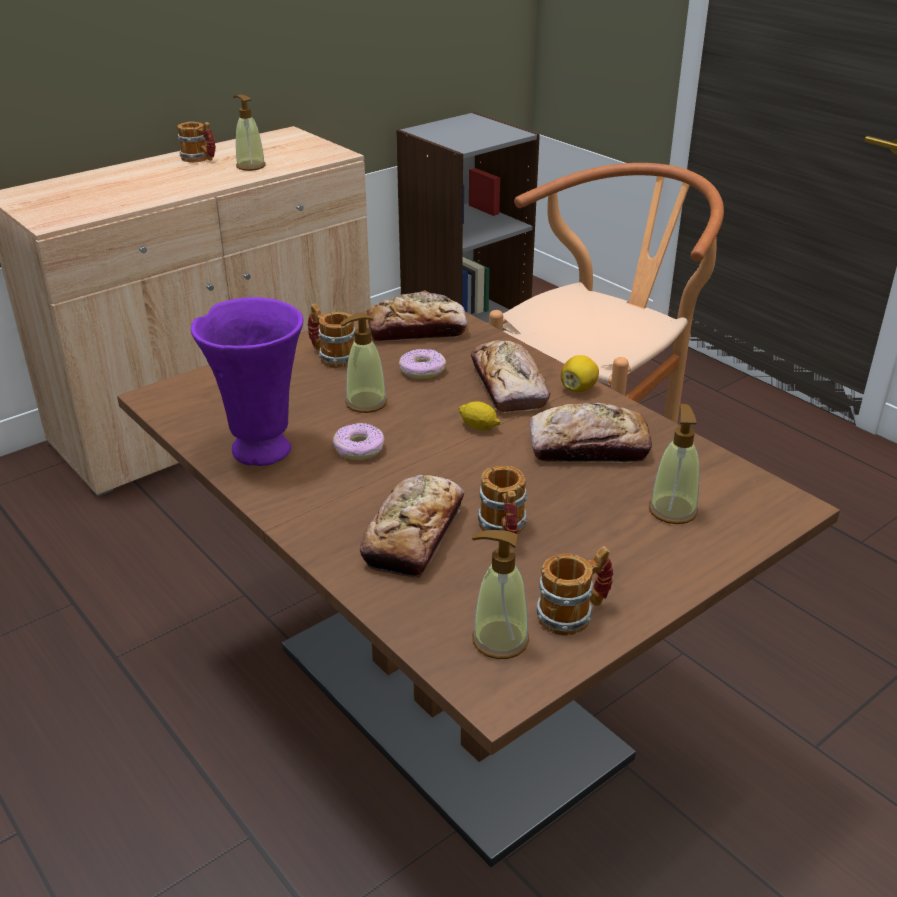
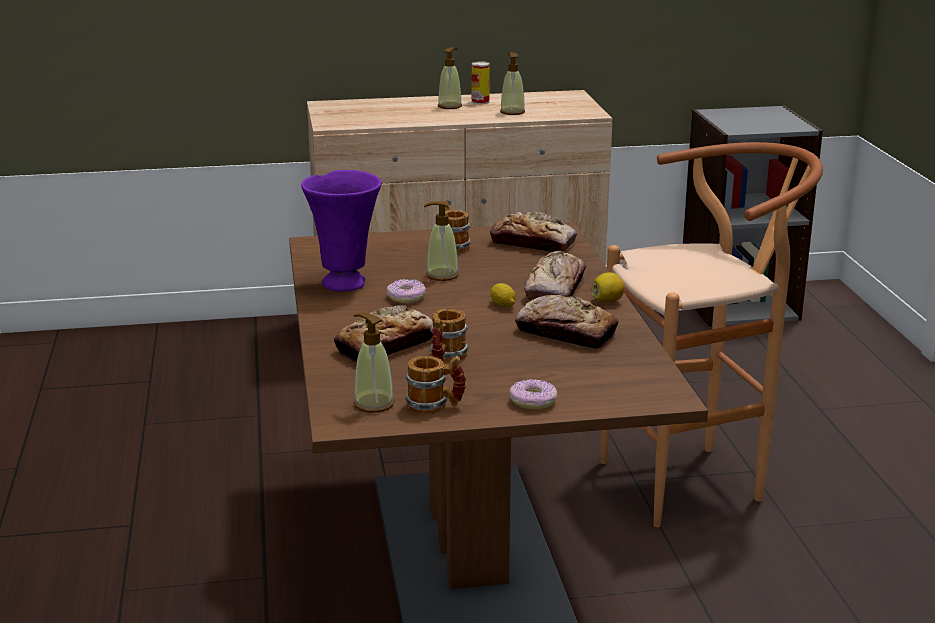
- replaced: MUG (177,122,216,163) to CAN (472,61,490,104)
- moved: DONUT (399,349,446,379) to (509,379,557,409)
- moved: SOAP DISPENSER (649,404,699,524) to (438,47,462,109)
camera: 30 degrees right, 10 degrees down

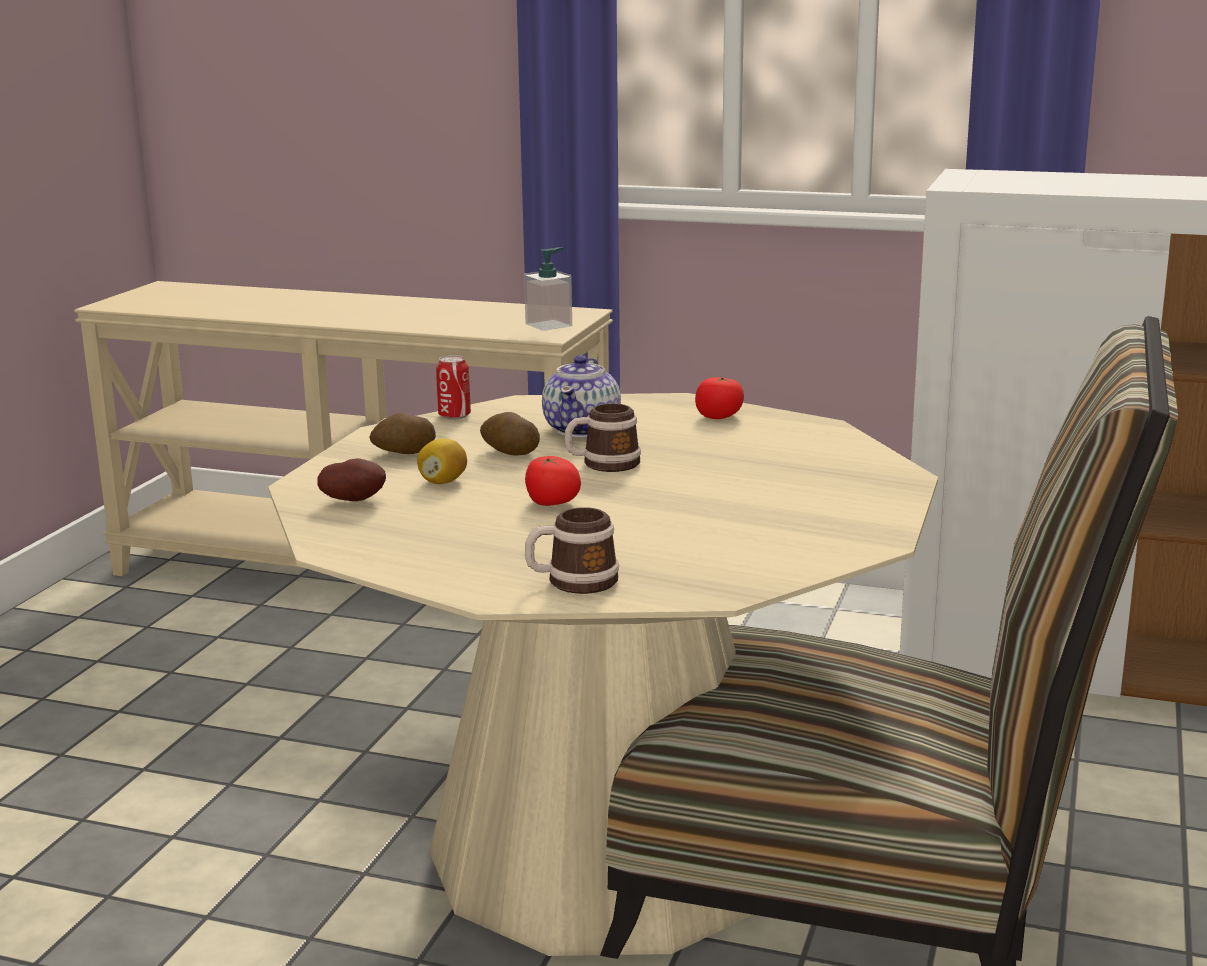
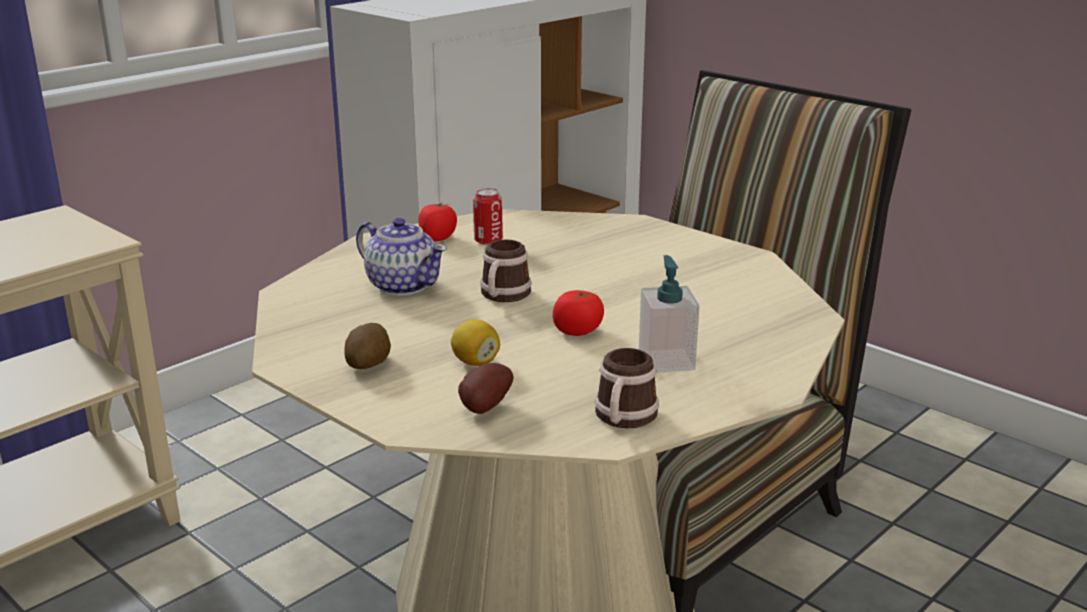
- moved: CAN (436,355,471,420) to (473,188,503,245)
- removed: POTATO (480,412,540,456)
- moved: SOAP DISPENSER (524,247,572,331) to (639,255,699,373)
- moved: MUG (525,507,619,594) to (595,348,659,428)
camera: 65 degrees left, 5 degrees up

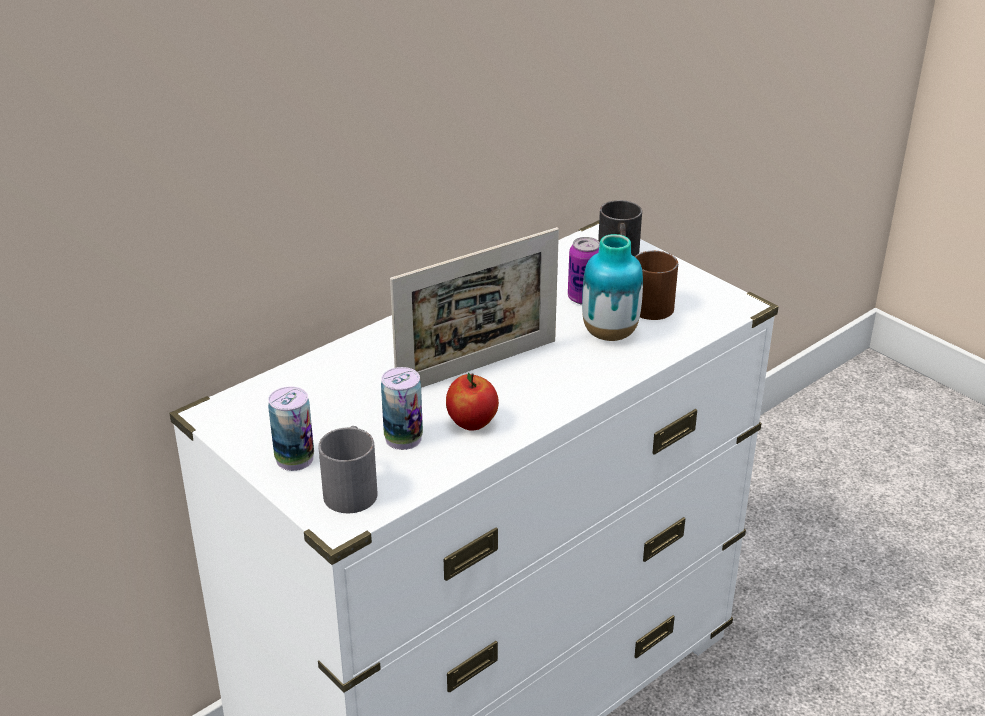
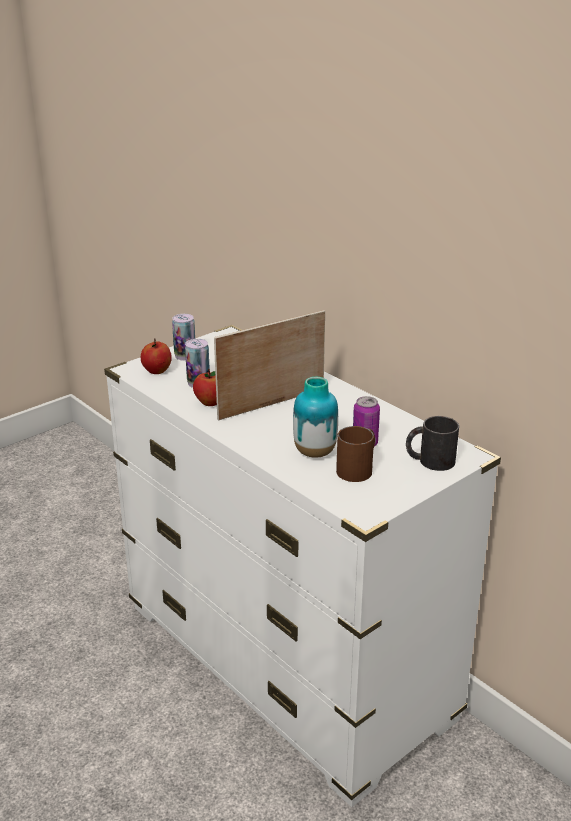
- replaced: GREY MUG (318,426,378,513) to APPLE (141,338,172,374)
- turned: PICTURE FRAME (390,227,559,388) = (214,310,325,421) 90 degrees clockwise
camera: 90 degrees right, 5 degrees down

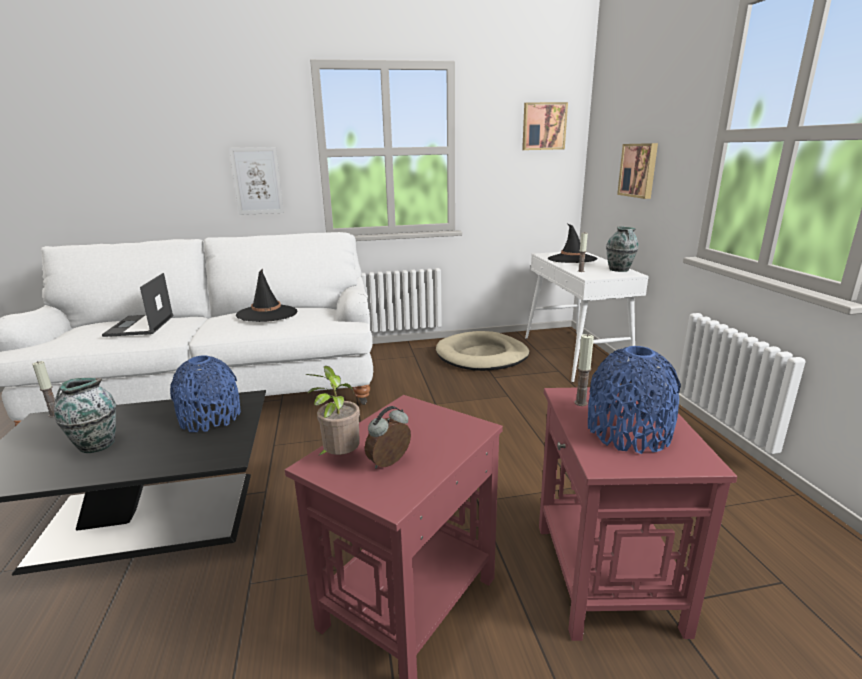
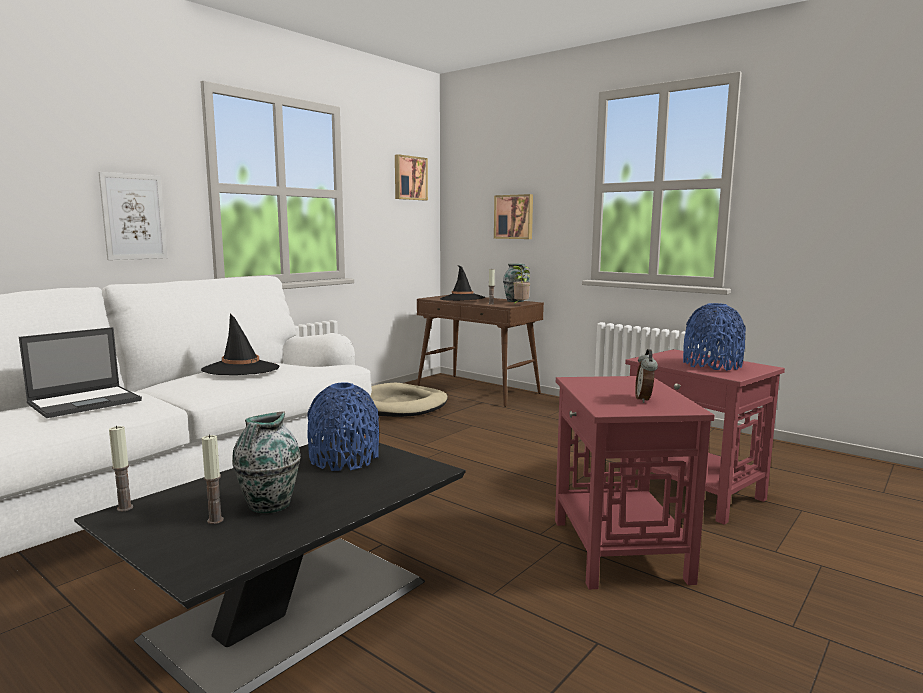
- turned: LAPTOP (102,273,174,337) = (19,327,142,418) 90 degrees counterclockwise
- moved: POTTED PLANT (305,366,360,457) to (512,266,530,305)
- recoloured: WHITE CONSOLE TABLE (525,252,649,382) to BROWN CONSOLE TABLE (417,295,544,407)
- moved: CANDLE (575,334,594,406) to (202,434,224,524)
camera: 40 degrees left, 10 degrees down

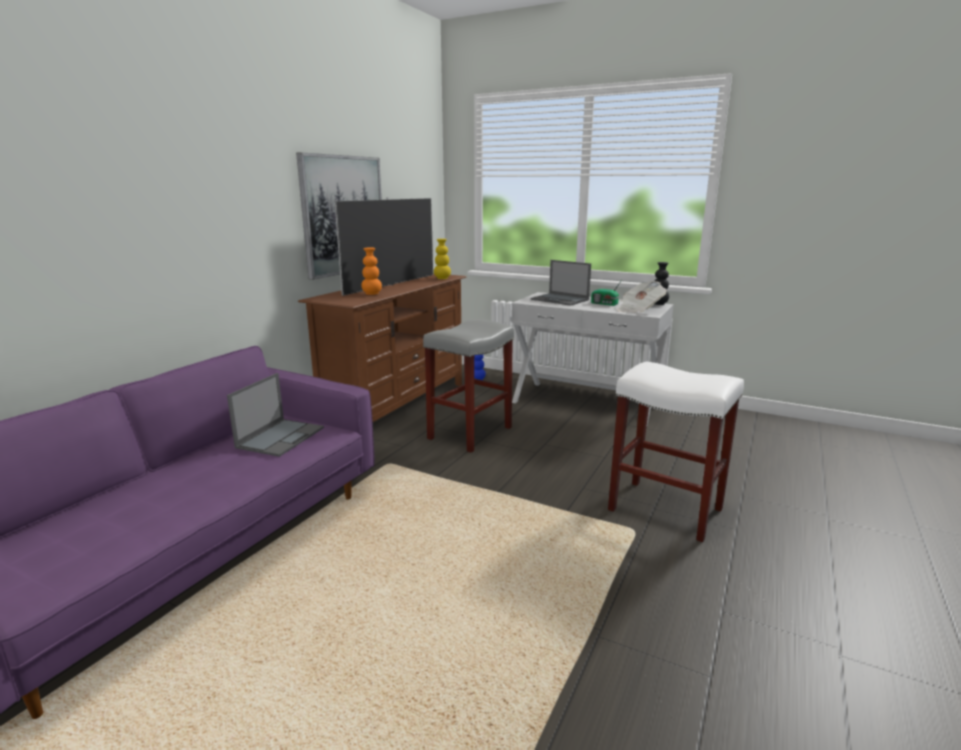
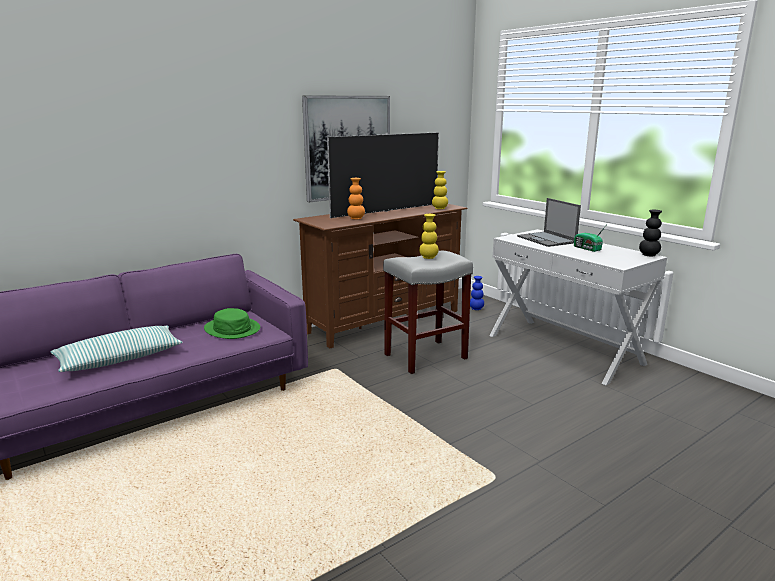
- replaced: LAPTOP (227,373,324,457) to GREEN HAT (204,308,260,339)
- removed: WHITE STOOL (608,362,744,542)
- removed: NEWSPAPER (617,281,667,313)
- added: PILLOW (51,326,183,372)
- added: YELLOW VASE (419,214,439,259)
camera: 25 degrees right, 0 degrees up

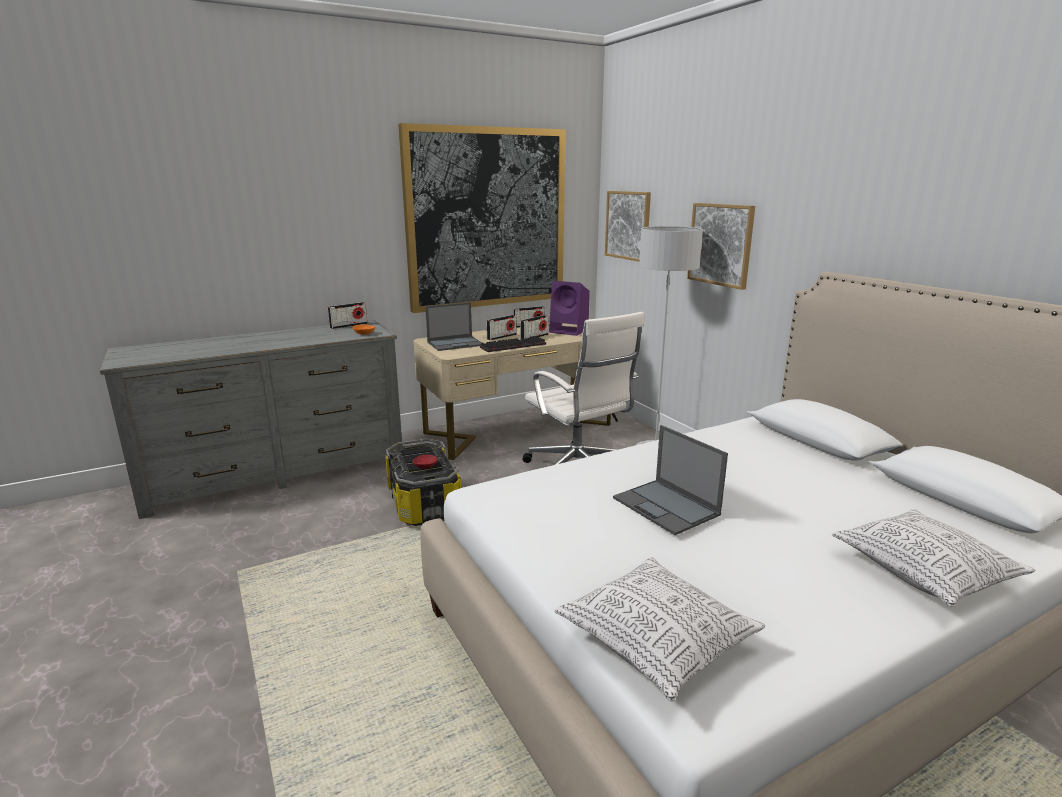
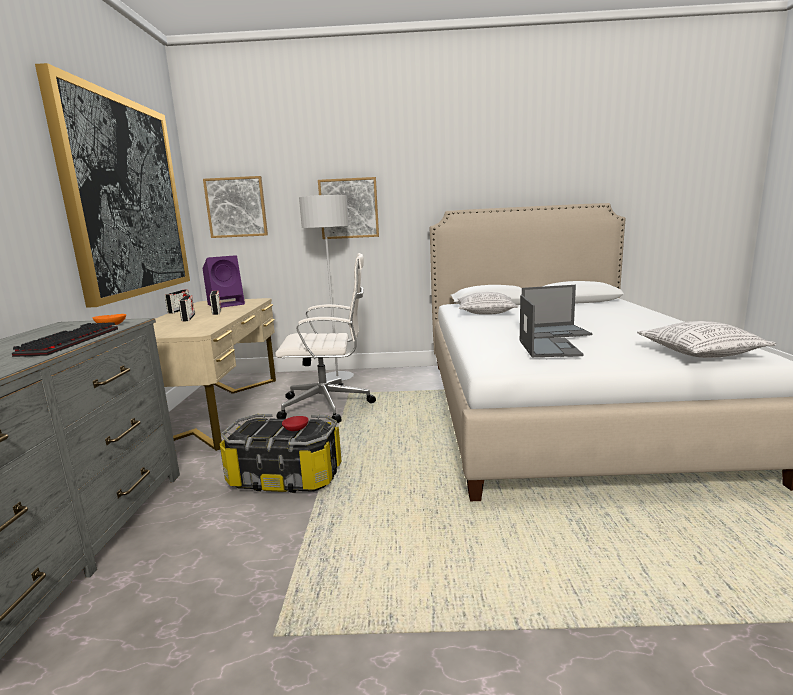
- removed: RADIO (328,302,367,329)
- moved: LAPTOP (425,302,482,351) to (520,295,583,357)
- moved: KEYBOARD (480,336,546,352) to (12,322,118,357)
- moved: PILLOW (832,509,1035,607) to (458,292,518,315)
camera: 60 degrees left, 5 degrees down

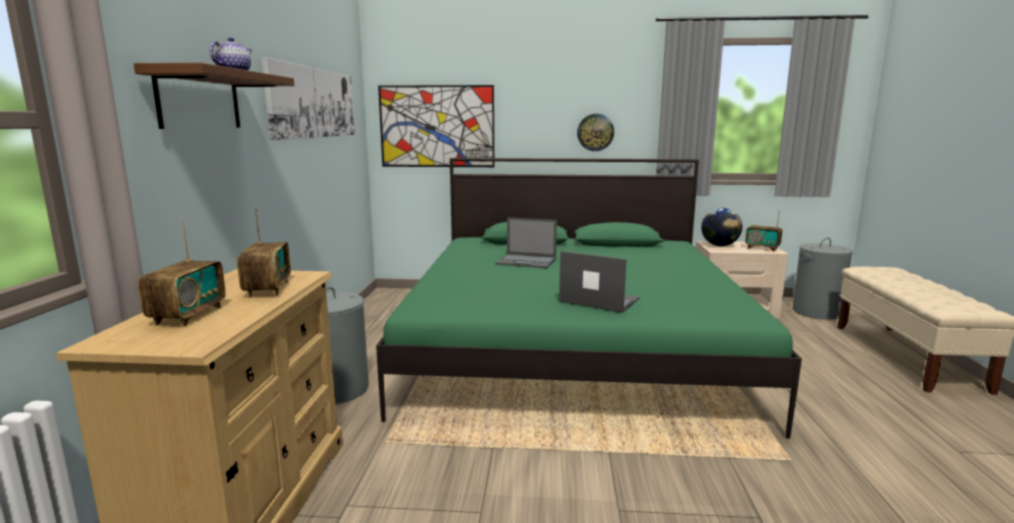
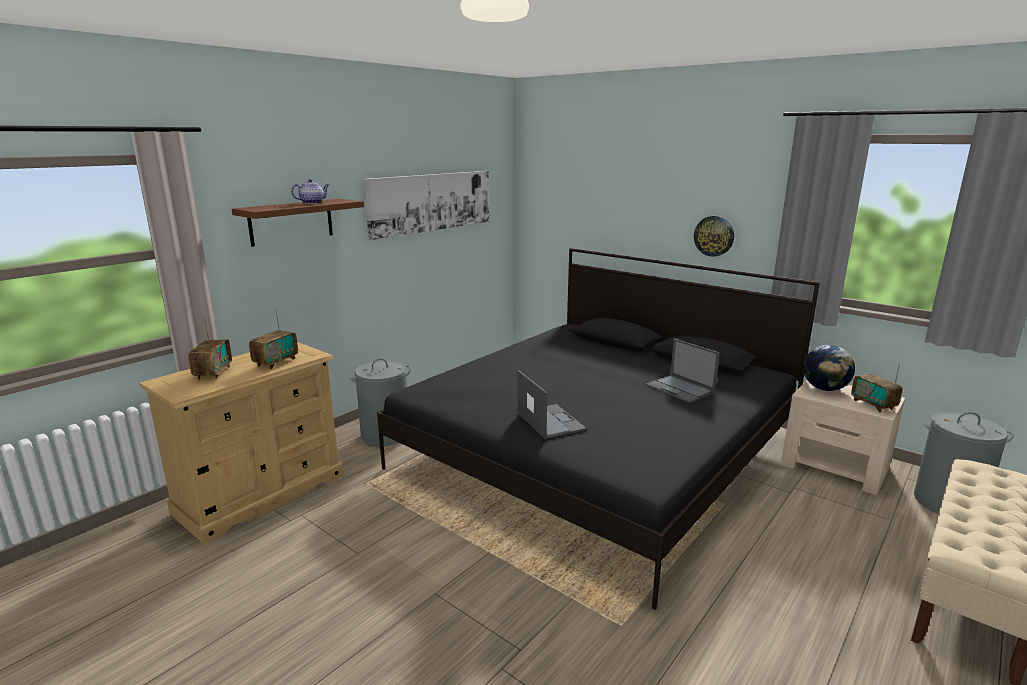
- turned: RADIO (138,222,226,327) = (188,317,232,380) 45 degrees counterclockwise
- recoloured: GREEN BED (376,158,802,439) to BLACK BED (377,248,820,610)
- removed: PICTURE (378,85,494,167)
- moved: LAPTOP (496,217,557,268) to (646,338,720,403)
camera: 35 degrees right, 5 degrees up

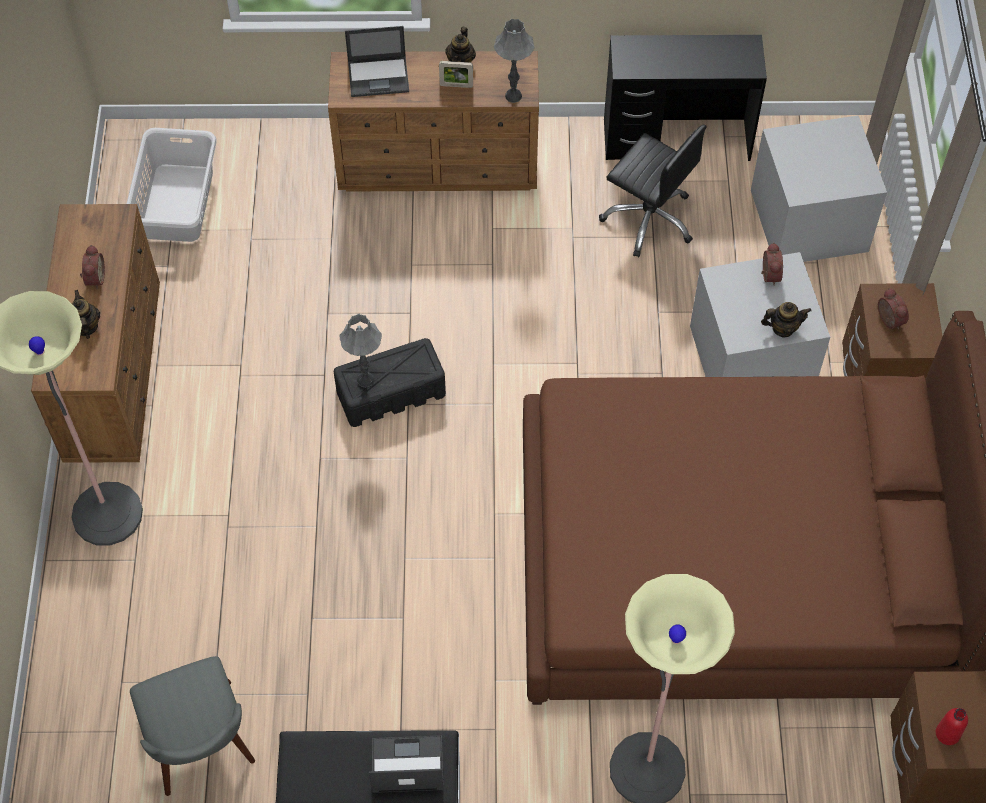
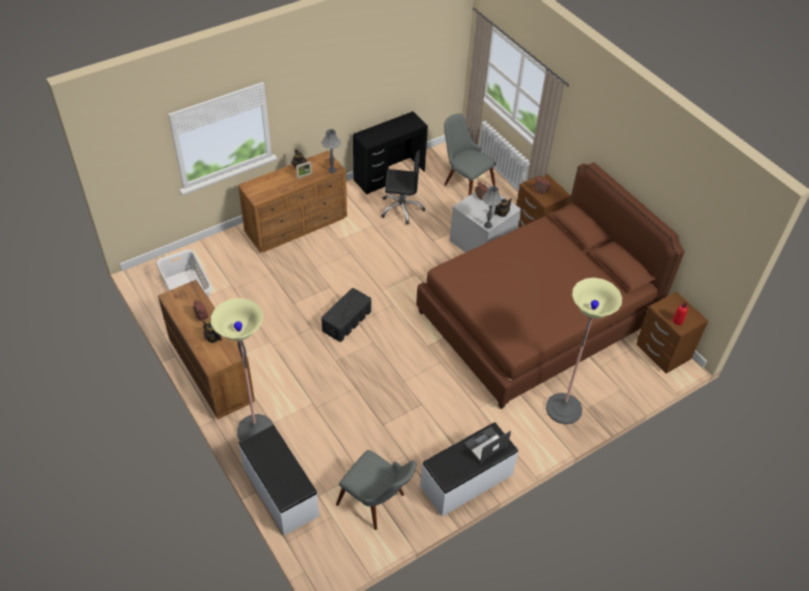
- moved: GREY TABLE LAMP (339,314,382,387) to (482,185,502,229)
- removed: LAPTOP (345,26,409,97)
- replaced: GREY STORAGE BOX (751,116,887,262) to GREY CHAIR (444,113,496,195)
- added: WHITE BENCH (238,425,319,536)
camera: 35 degrees left, 10 degrees down

